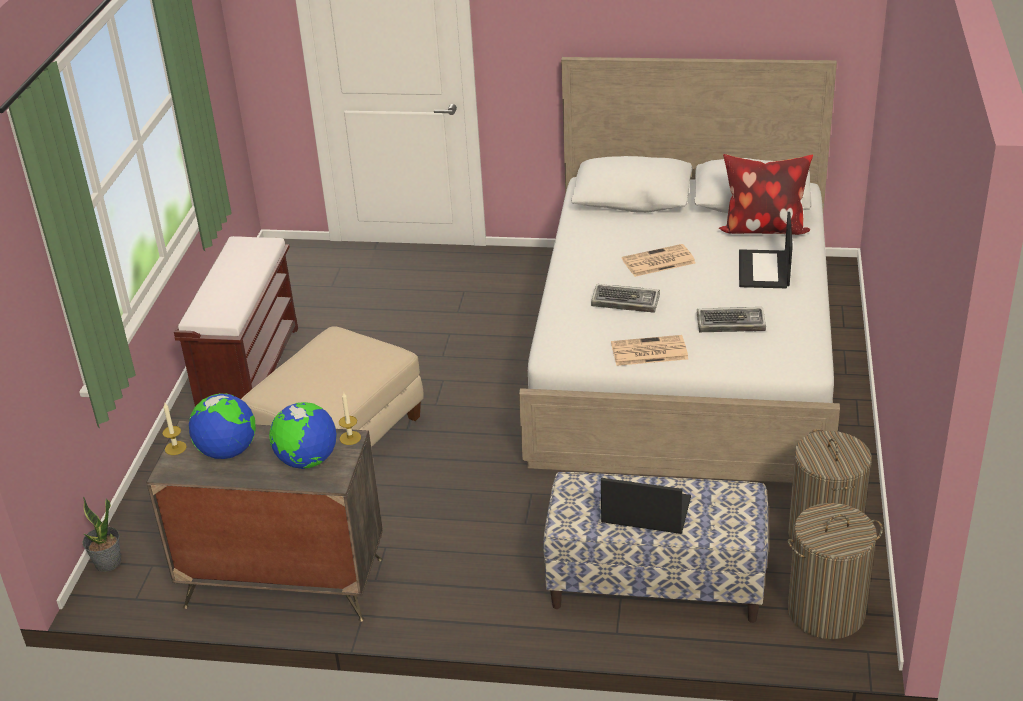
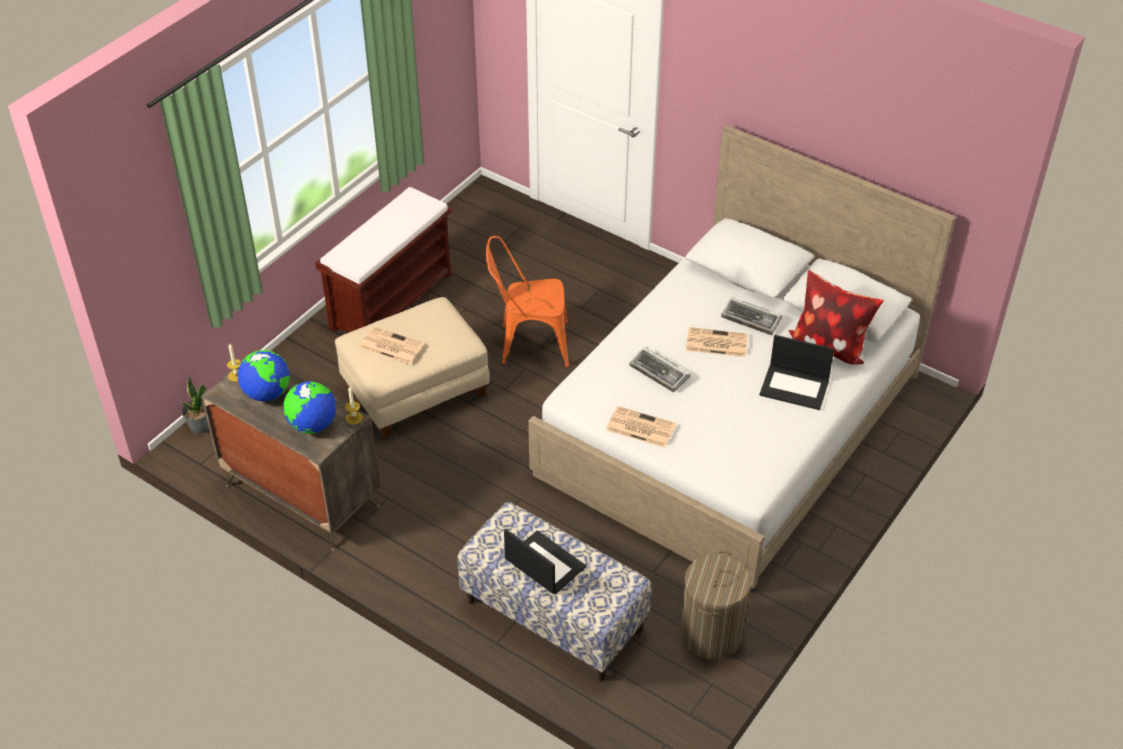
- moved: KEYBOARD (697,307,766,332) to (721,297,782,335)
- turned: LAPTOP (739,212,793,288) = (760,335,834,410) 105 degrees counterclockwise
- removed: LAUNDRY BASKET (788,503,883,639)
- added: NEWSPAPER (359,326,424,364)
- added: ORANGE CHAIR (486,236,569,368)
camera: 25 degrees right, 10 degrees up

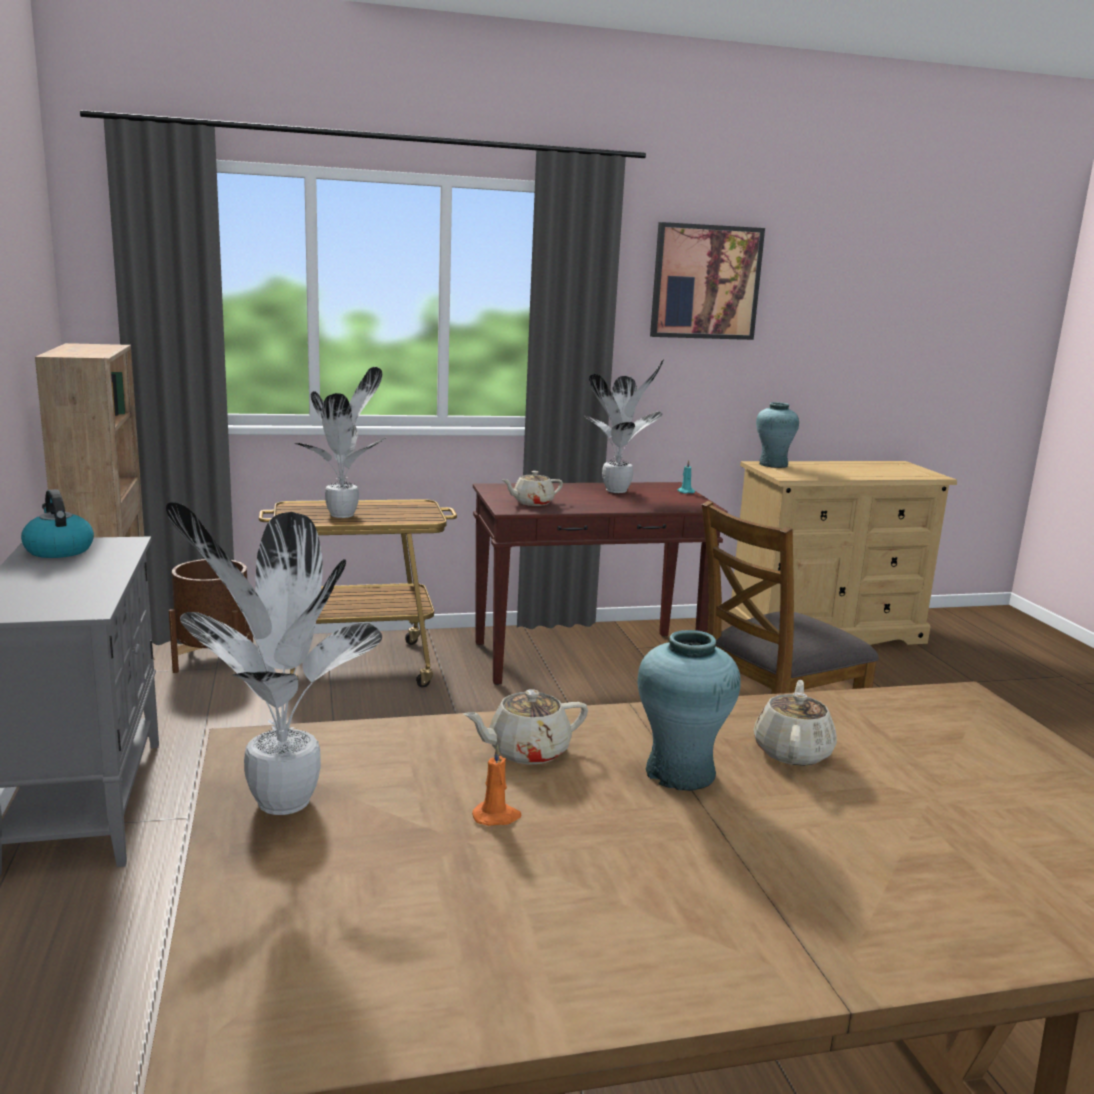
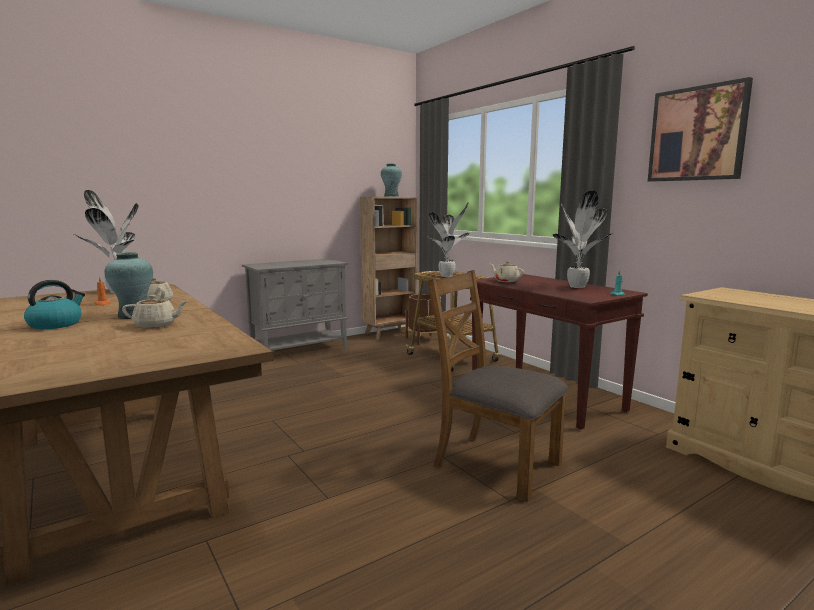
- moved: KETTLE (21,489,94,558) to (24,280,85,329)
- moved: TURQUOISE VASE (756,402,799,468) to (381,164,402,197)
camera: 70 degrees right, 5 degrees down

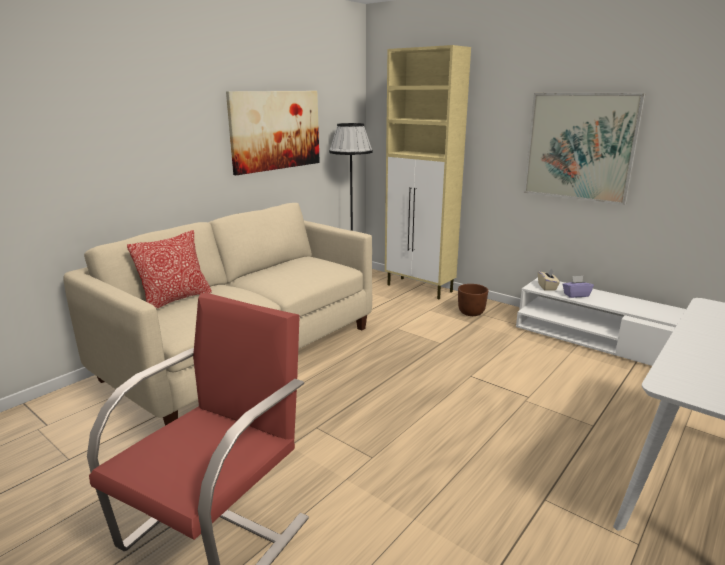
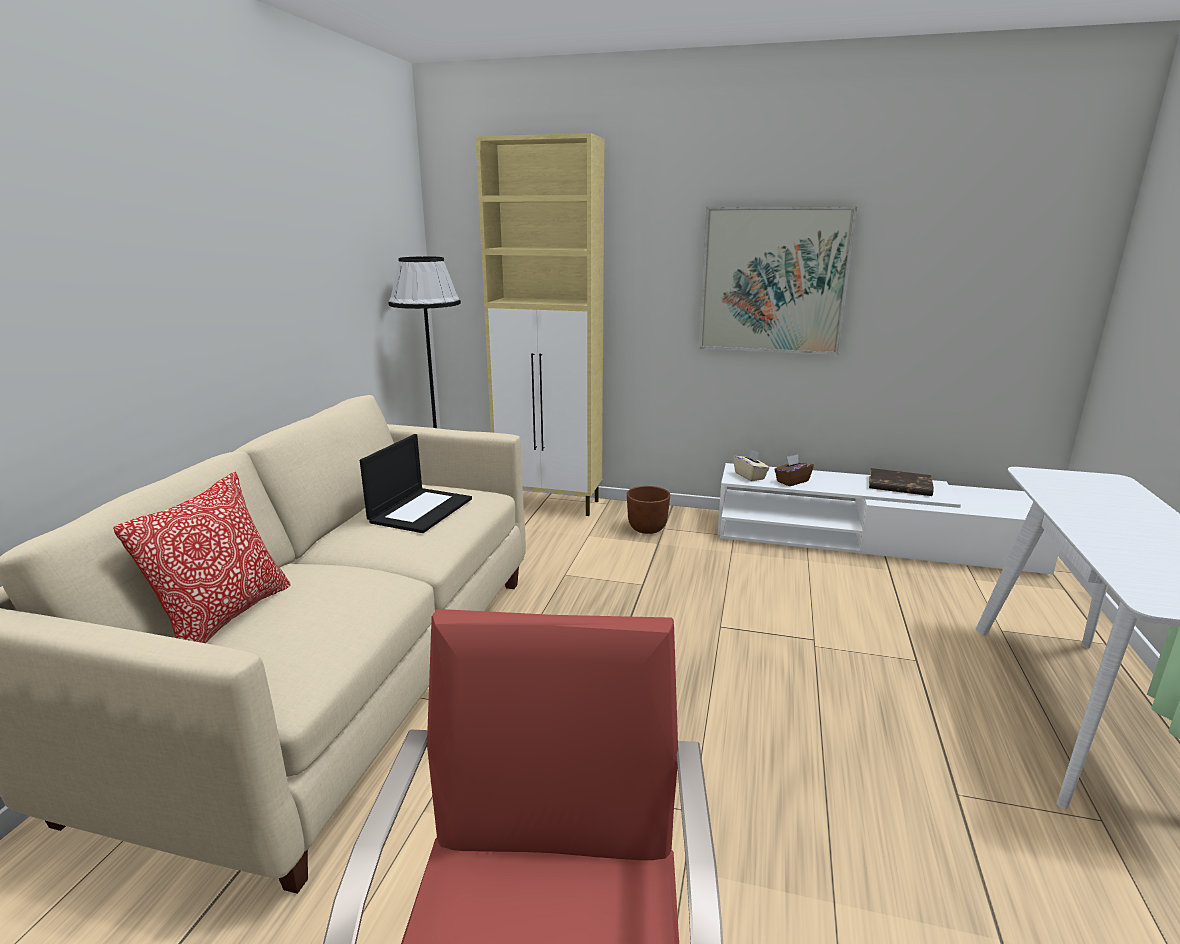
- removed: PICTURE (226,91,320,175)
- recoloured: PURPLE TISSUE BOX (562,276,594,298) to BROWN TISSUE BOX (774,454,814,486)
- added: LAPTOP (360,434,472,533)
- added: BROWN BOOK (869,468,934,496)
camera: 25 degrees left, 0 degrees up

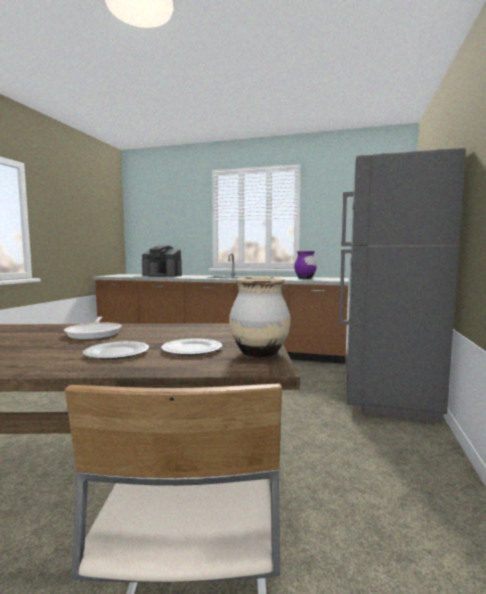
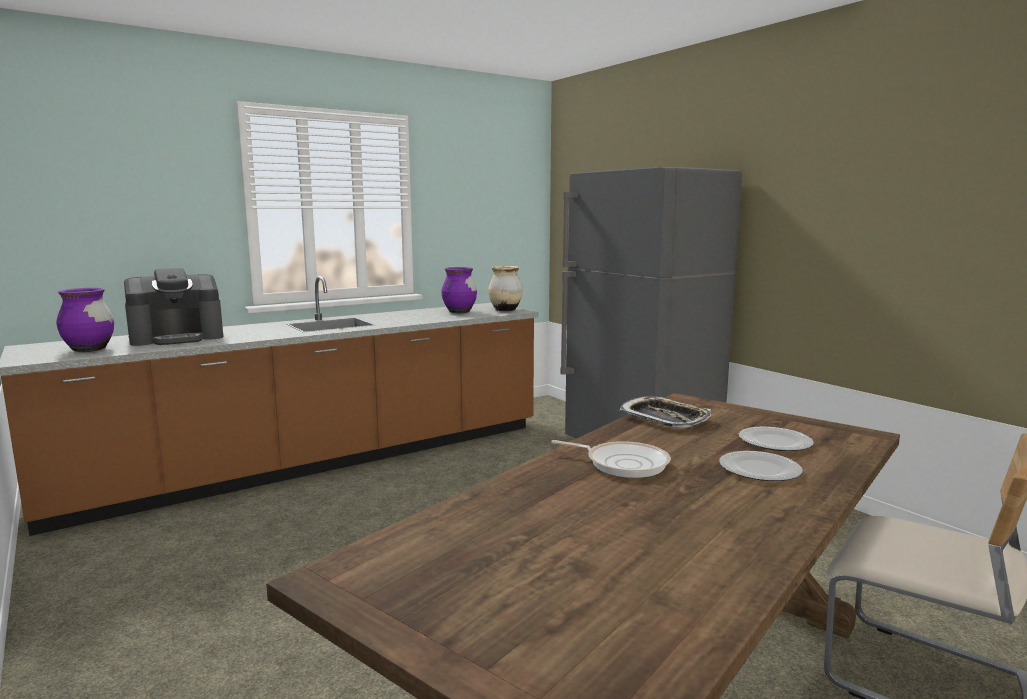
- moved: BEIGE VASE (229,277,291,358) to (488,266,523,311)
- added: PURPLE VASE (56,288,114,352)
- added: TRAY (620,396,711,428)
camera: 50 degrees left, 5 degrees up

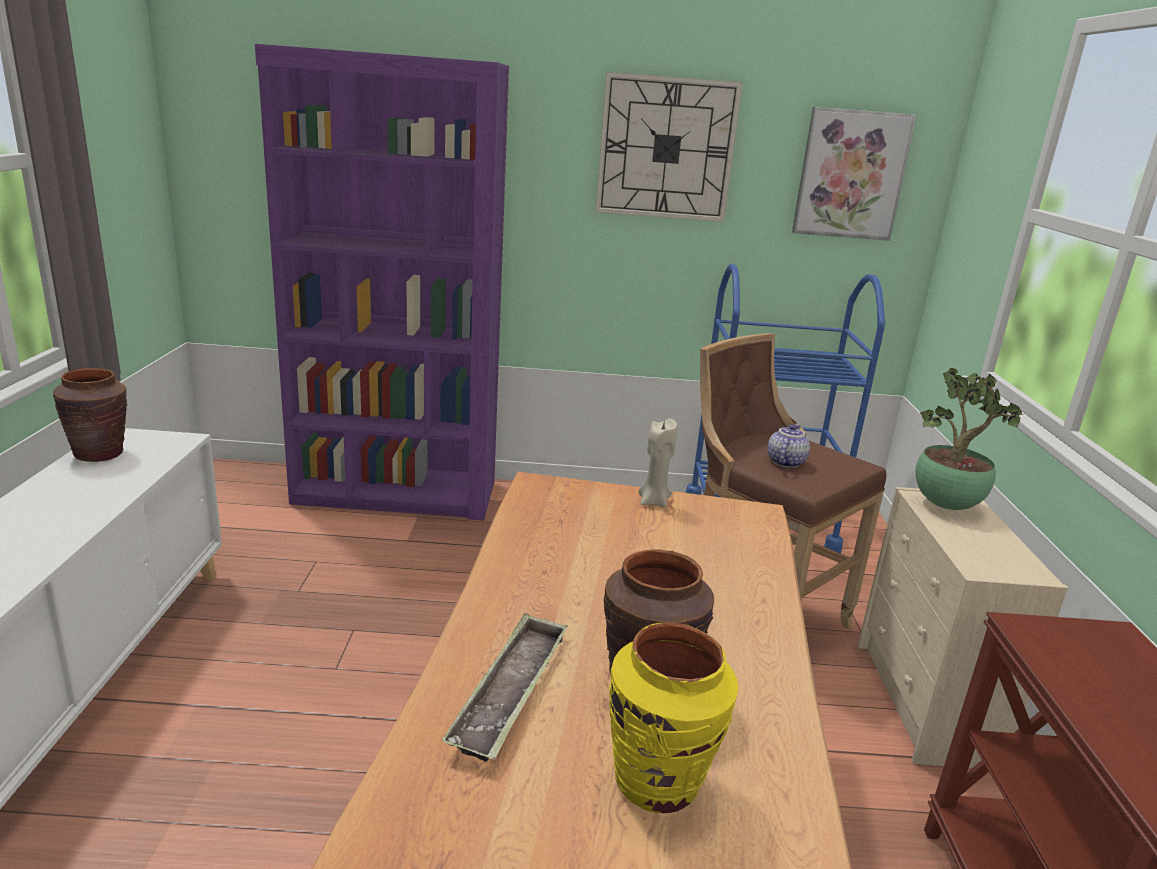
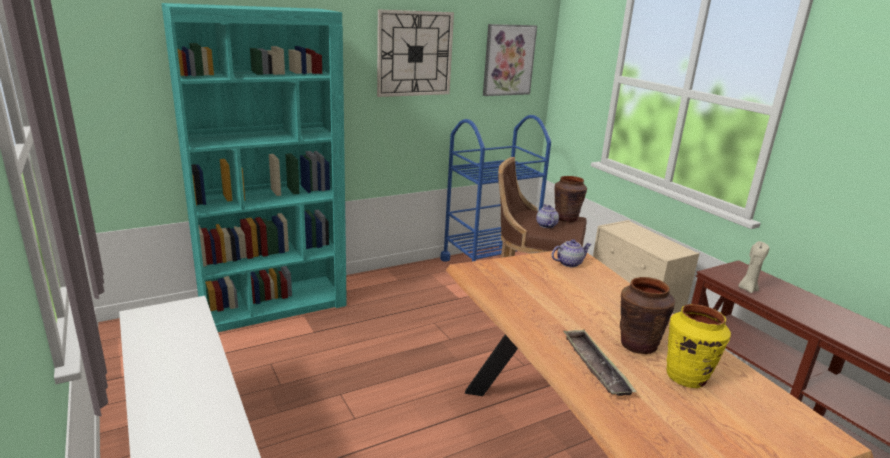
- moved: BROWN VASE (53,368,127,462) to (555,176,587,222)
- recoloured: PURPLE BOOKCASE (255,44,509,520) to TURQUOISE BOOKCASE (161,3,347,332)
- moved: BEIGE CANDLE (639,419,677,507) to (738,241,769,293)
- removed: POTTED PLANT (915,368,1024,510)
- added: TEAPOT (552,239,591,267)
camera: 30 degrees left, 0 degrees up

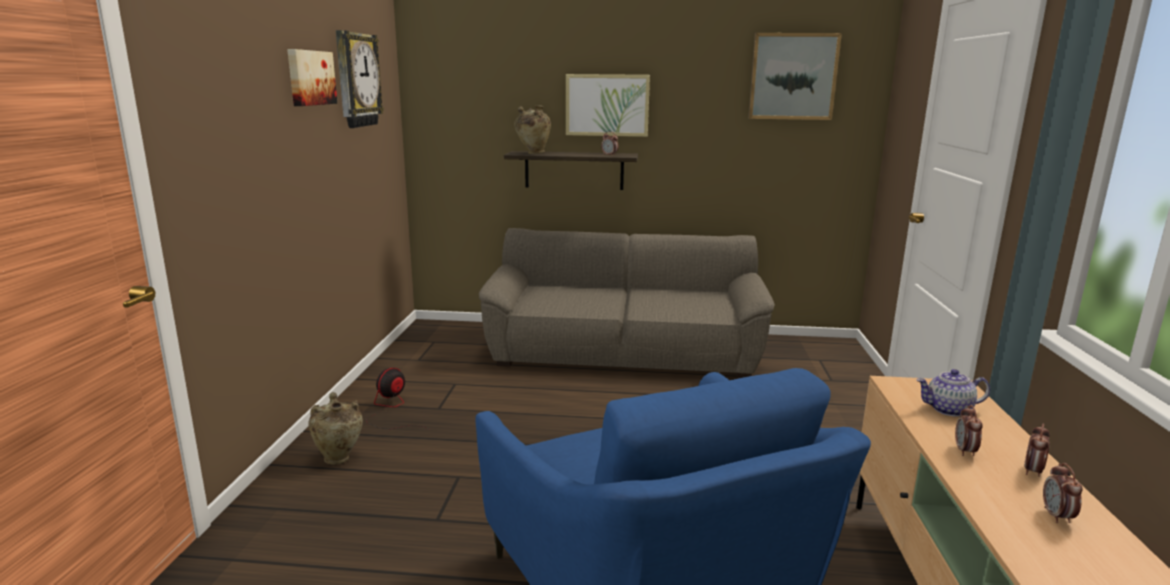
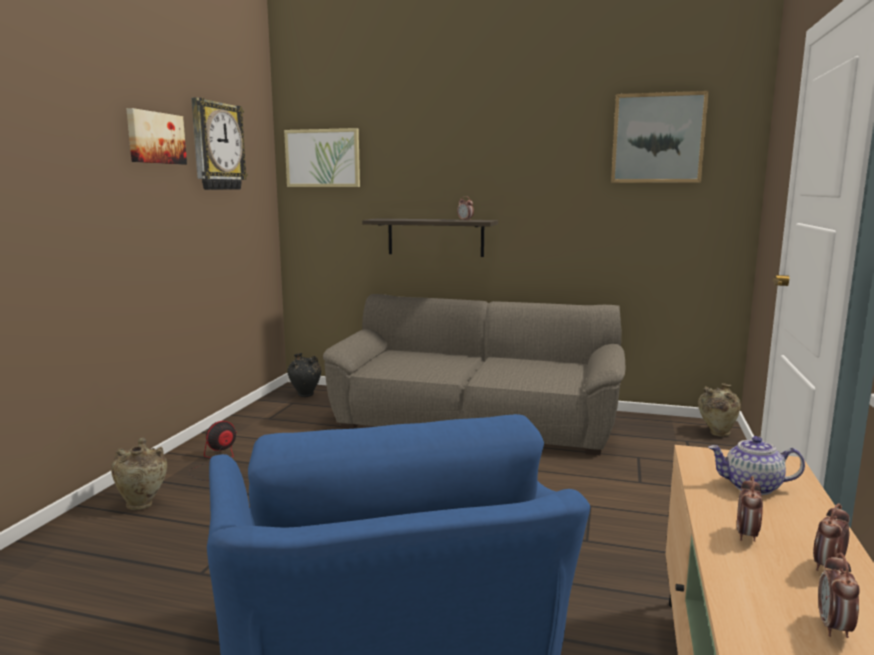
- moved: BEIGE VASE (514,105,551,154) to (698,383,741,436)
- moved: PICTURE (566,74,650,137) to (284,128,360,187)
- added: BLACK VASE (287,353,321,397)
camera: 10 degrees right, 5 degrees down

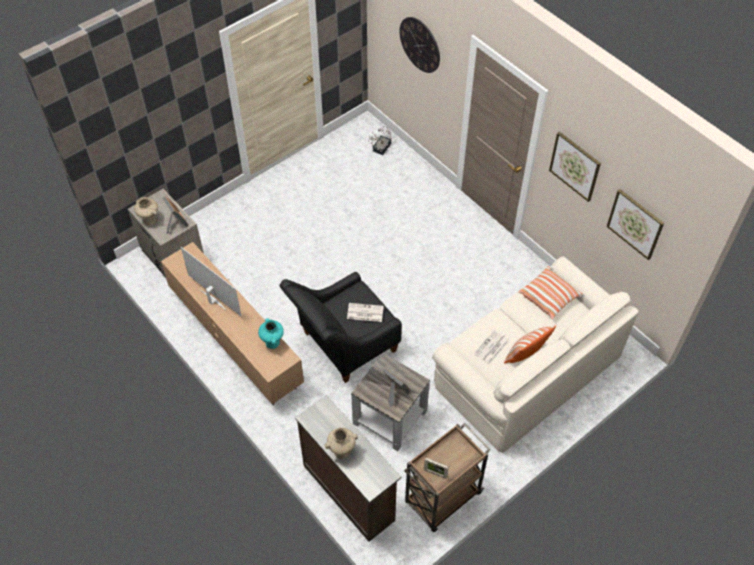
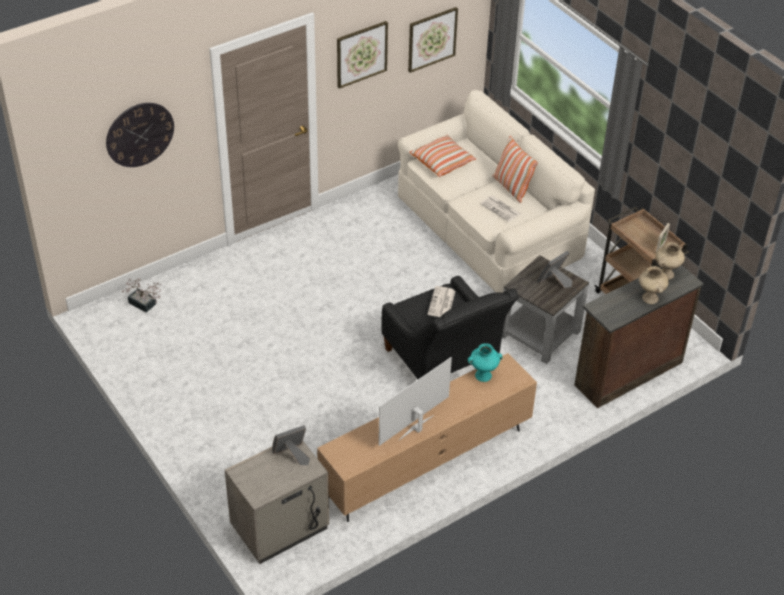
- moved: BEIGE VASE (134,197,158,225) to (655,242,685,280)
camera: 85 degrees left, 10 degrees down

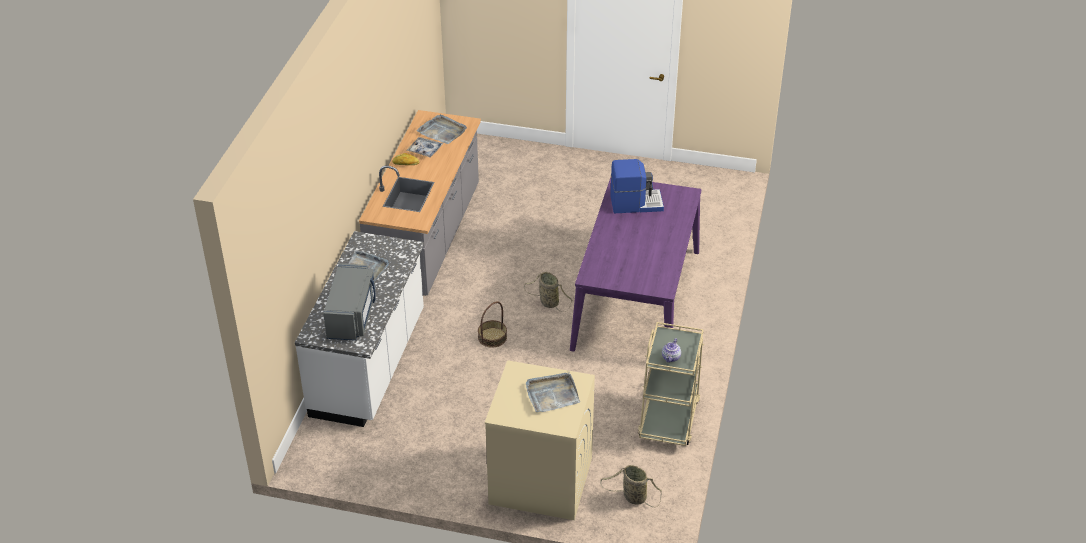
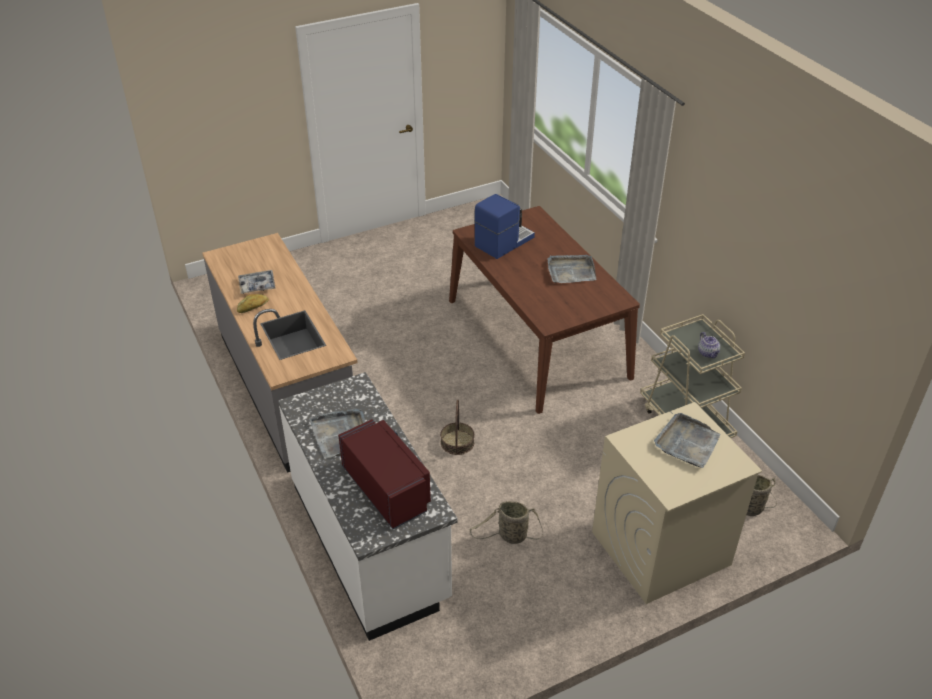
- recoloured: GREY MICROWAVE (323,263,375,341) to RED MICROWAVE (338,419,431,529)
- moved: GREY TRAY (416,114,467,144) to (548,255,597,283)
- moved: BASKET (524,272,572,312) to (469,501,543,544)
- recoloured: PURPLE DINING TABLE (570,177,701,352) to BROWN DINING TABLE (449,206,640,414)
camera: 40 degrees left, 0 degrees up

